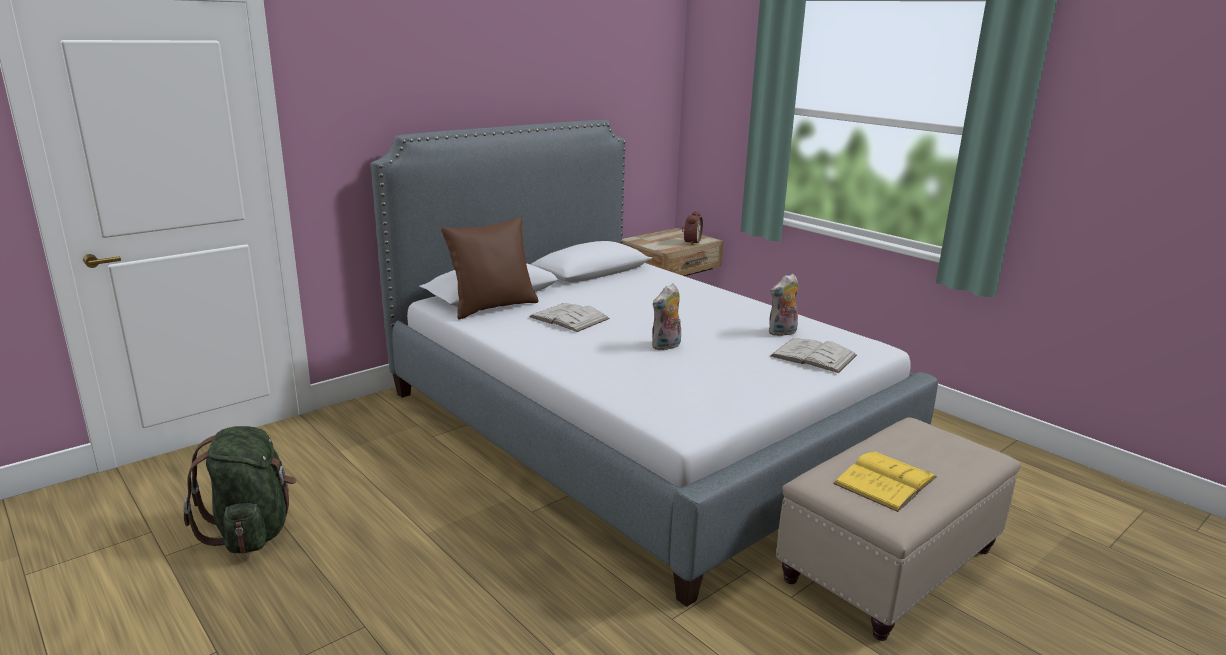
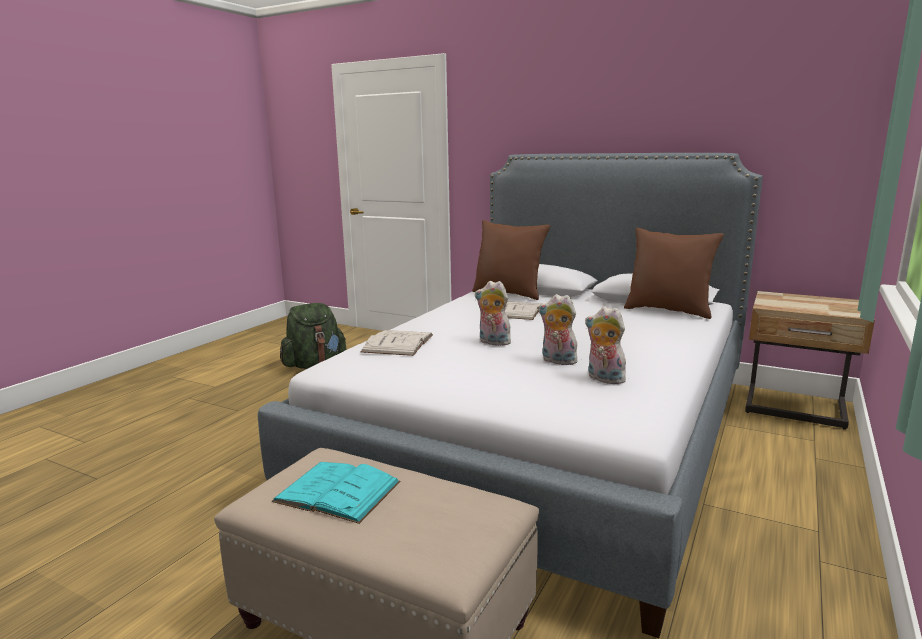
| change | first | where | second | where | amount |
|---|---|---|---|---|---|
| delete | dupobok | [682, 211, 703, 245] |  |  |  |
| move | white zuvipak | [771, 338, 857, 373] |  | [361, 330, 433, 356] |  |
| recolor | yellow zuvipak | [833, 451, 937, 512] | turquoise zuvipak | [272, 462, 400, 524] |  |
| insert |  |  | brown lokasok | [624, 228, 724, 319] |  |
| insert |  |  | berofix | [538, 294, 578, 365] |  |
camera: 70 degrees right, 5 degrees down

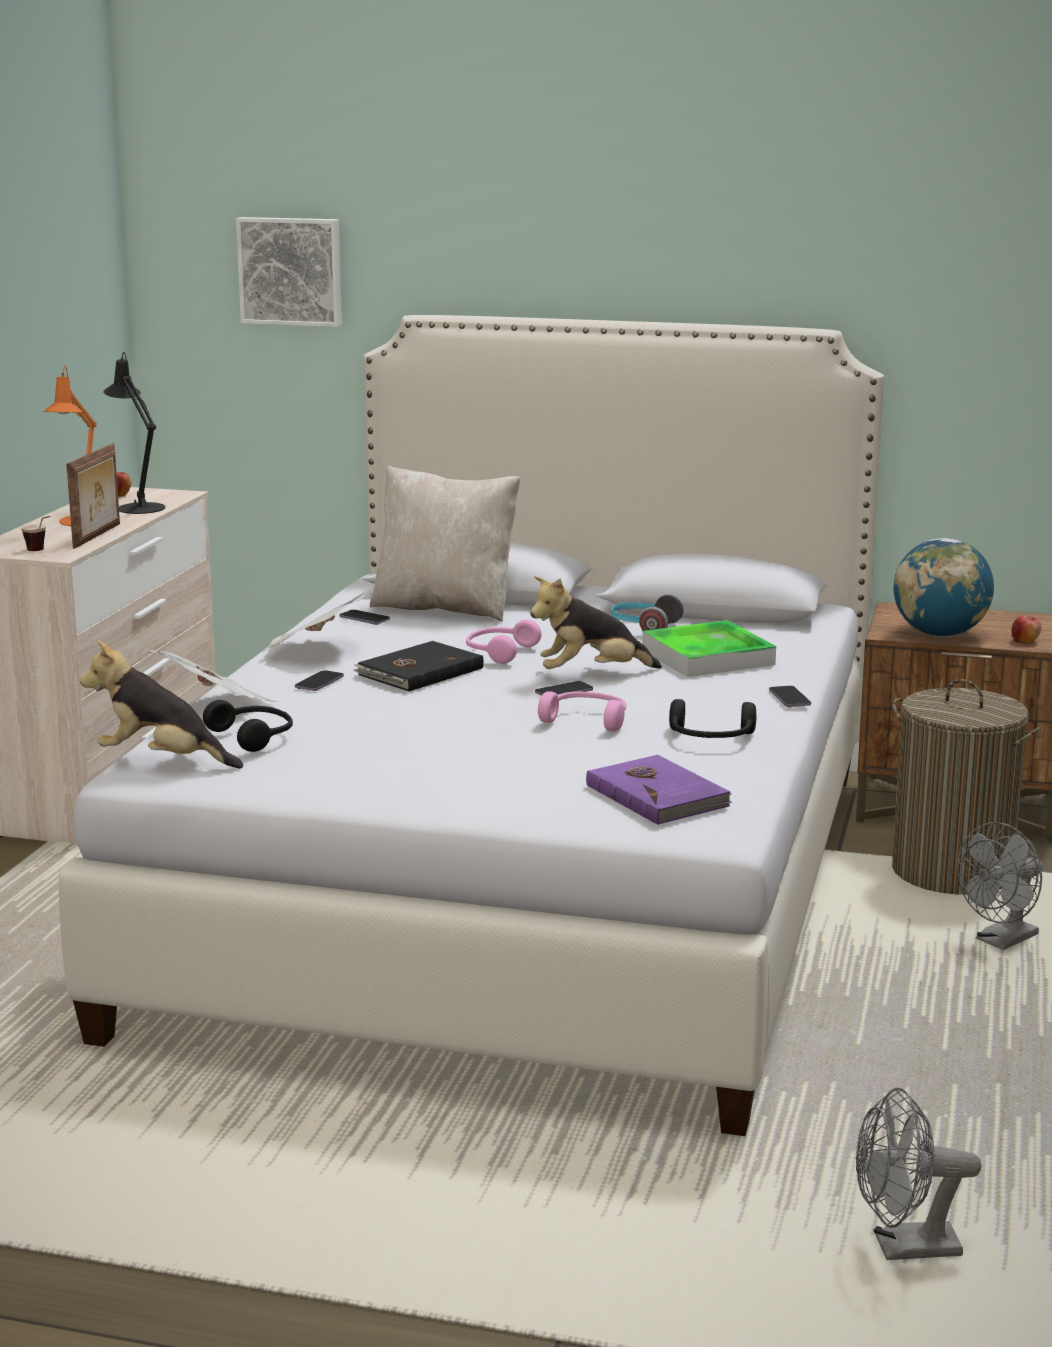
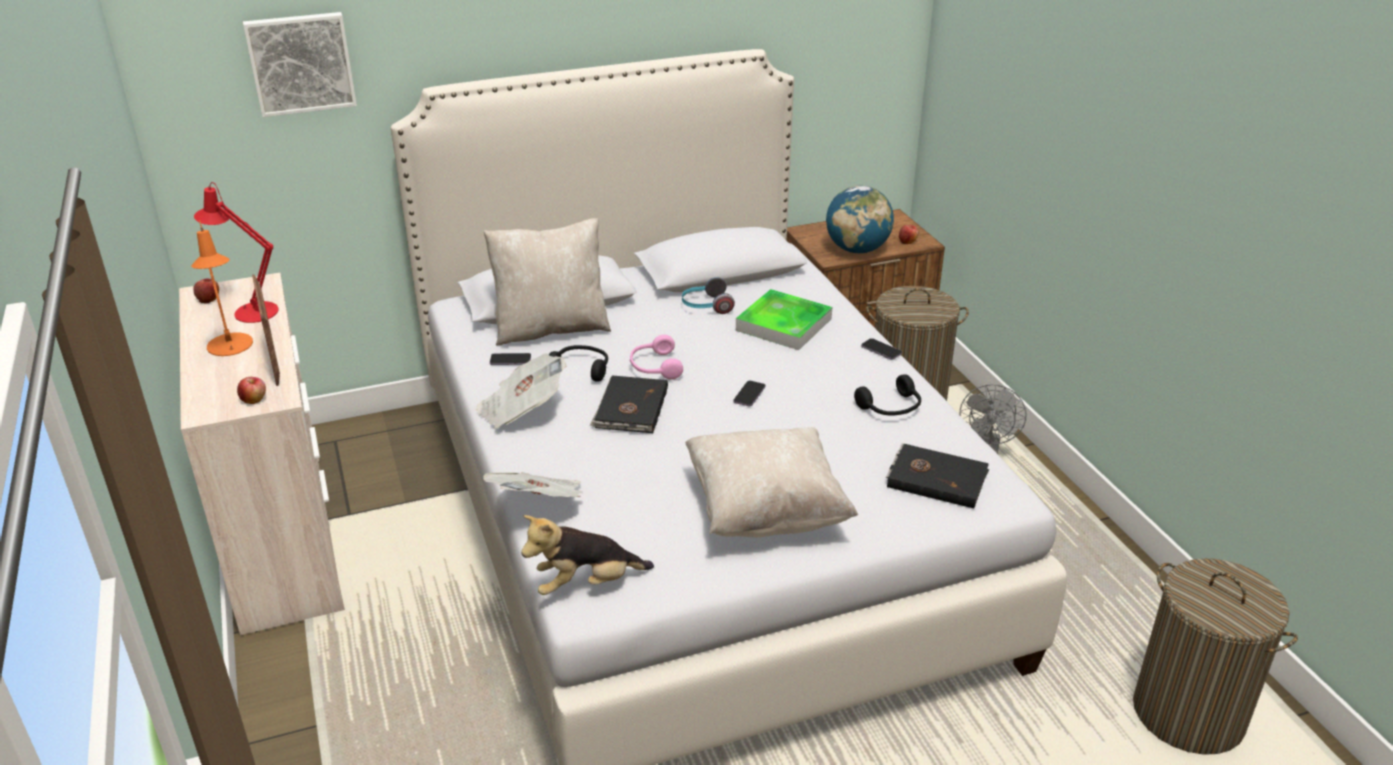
| change | first | where | second | where | amount |
|---|---|---|---|---|---|
| recolor | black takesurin | [103, 352, 165, 514] | red takesurin | [194, 182, 279, 323] |  |
| replace | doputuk | [21, 516, 50, 551] | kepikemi | [237, 377, 266, 404] |  |
| delete | berofix | [530, 576, 662, 669] |  |  |  |
| delete | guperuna | [295, 670, 344, 691] |  |  |  |
| delete | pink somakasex | [538, 691, 626, 732] |  |  |  |
| move | black somakasex | [203, 700, 293, 752] |  | [549, 345, 608, 382] |  |
| recolor | purple zuvipak | [586, 755, 732, 825] | black zuvipak | [886, 443, 989, 508] |  |
| replace | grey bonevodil | [856, 1087, 981, 1260] | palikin | [1133, 558, 1298, 755] |  |
| insert |  |  | beige lokasok | [685, 427, 858, 537] |  |
camera: 35 degrees left, 15 degrees up

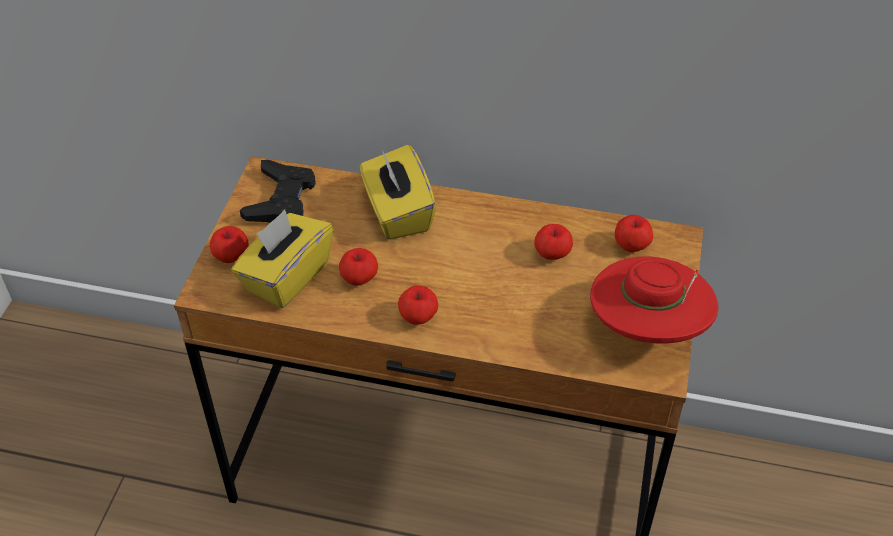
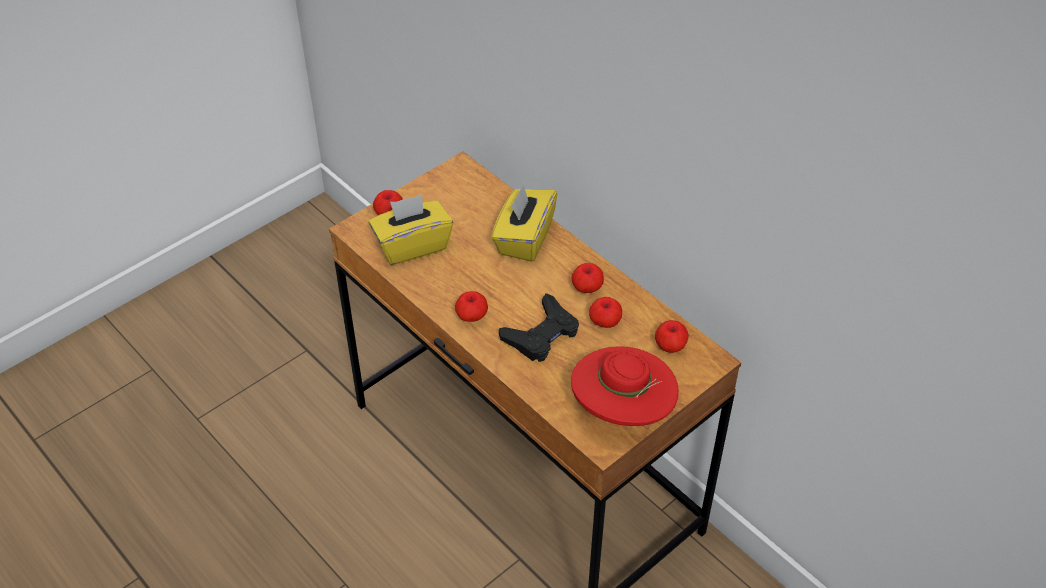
| change | first | where | second | where | amount |
|---|---|---|---|---|---|
| move | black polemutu | [240, 160, 316, 223] |  | [499, 293, 579, 362] |  |
| move | kepikemi | [339, 248, 378, 286] |  | [572, 263, 604, 293] |  |
camera: 35 degrees right, 0 degrees up

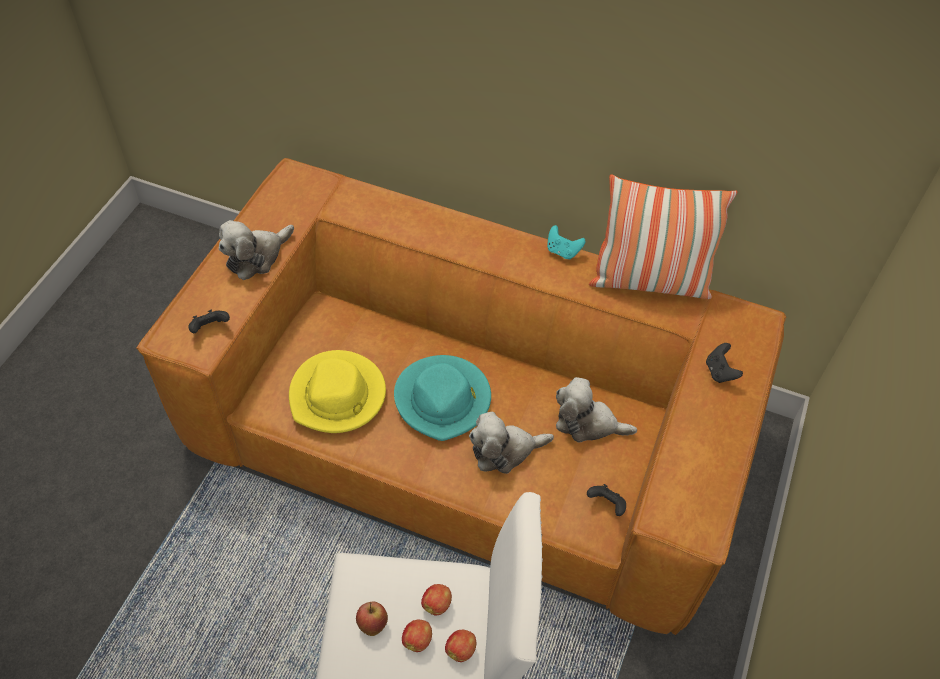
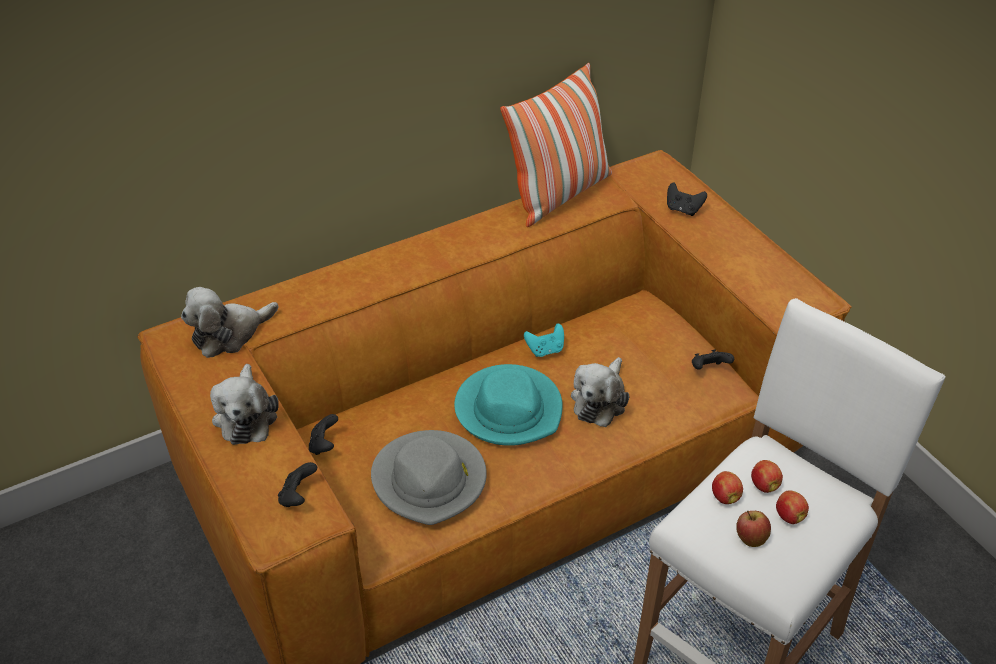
| change | first | where | second | where | amount |
|---|---|---|---|---|---|
| move | turquoise polemutu | [547, 225, 586, 259] |  | [524, 323, 564, 357] |  |
| recolor | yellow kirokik | [289, 350, 386, 433] | grey kirokik | [371, 430, 487, 525] |  |
| move | berofix | [556, 377, 637, 443] |  | [181, 287, 278, 358] |  |
| move | kepikemi | [445, 630, 476, 662] |  | [712, 471, 743, 504] |  |
| insert |  |  | black polemutu | [309, 414, 338, 455] |  |
camera: 50 degrees left, 10 degrees down

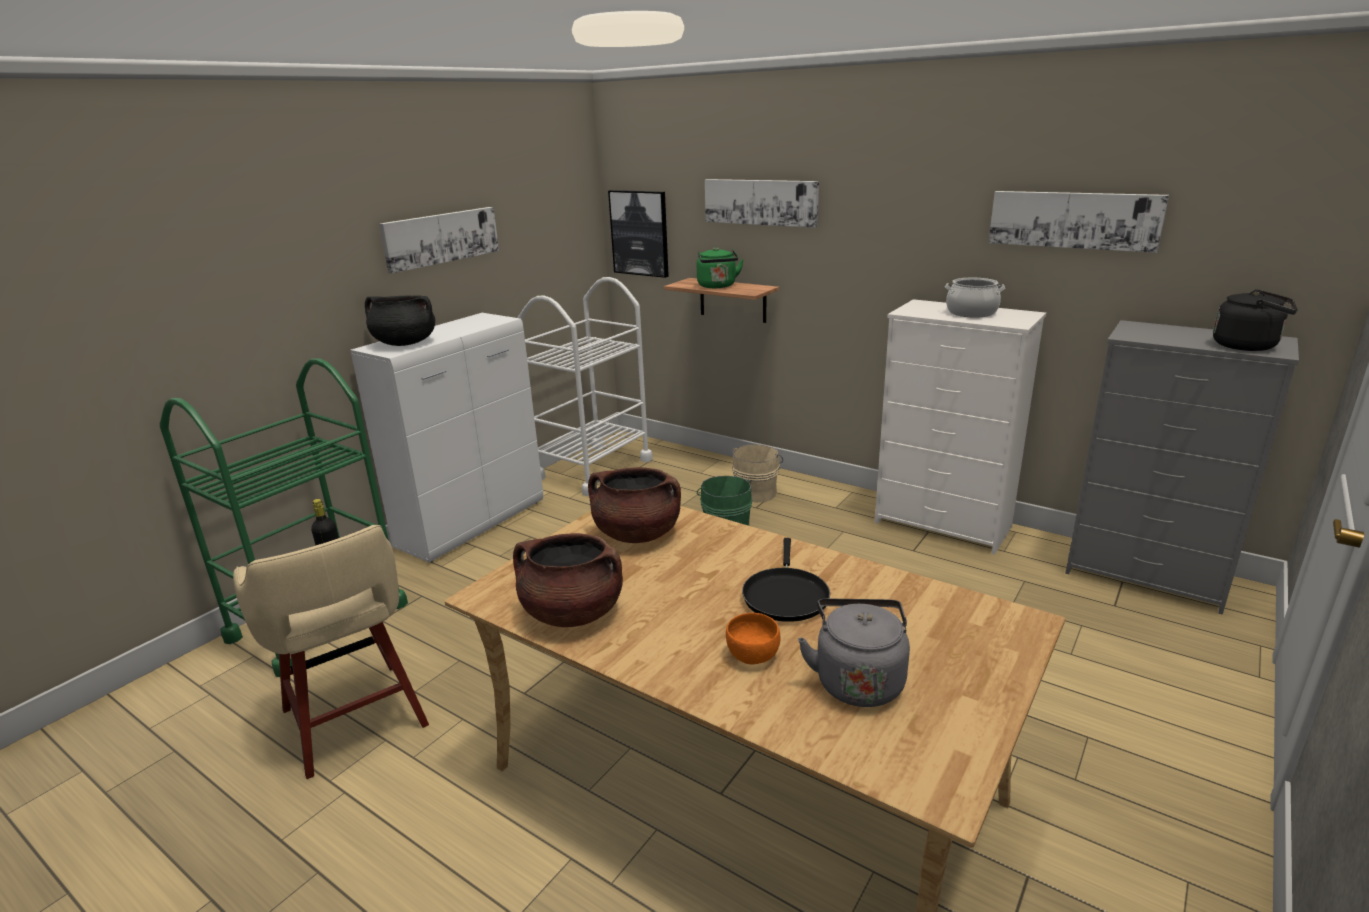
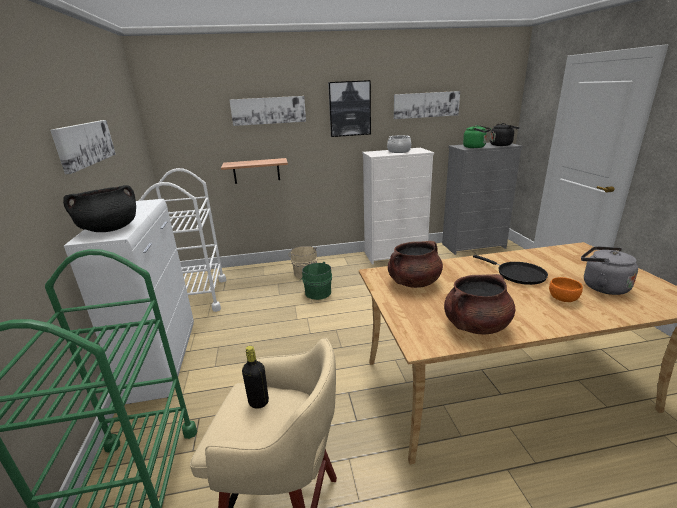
| change | first | where | second | where | amount |
|---|---|---|---|---|---|
| move | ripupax | [608, 190, 669, 278] |  | [328, 80, 371, 137] |  |
| move | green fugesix | [697, 247, 744, 288] |  | [463, 125, 491, 148] |  |
camera: 45 degrees left, 0 degrees up

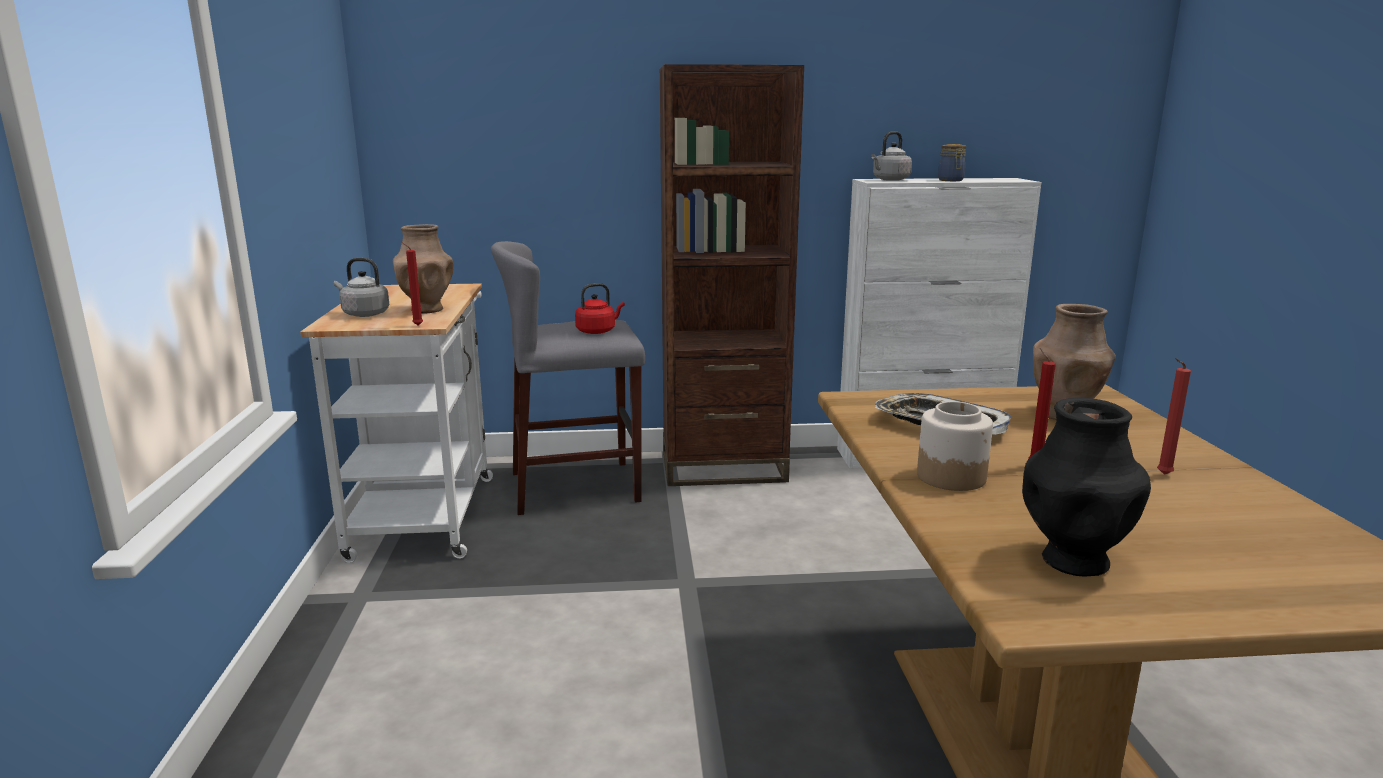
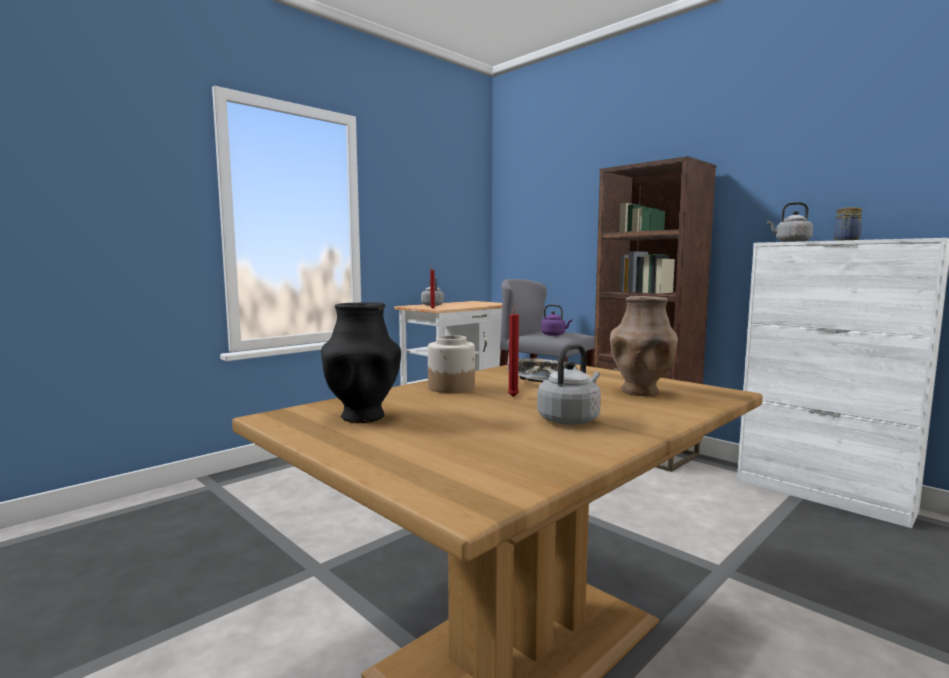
| change | first | where | second | where | amount |
|---|---|---|---|---|---|
| delete | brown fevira | [393, 224, 453, 313] |  |  |  |
| recolor | red fugesix | [575, 283, 625, 334] | purple fugesix | [541, 304, 572, 336] |  |
| replace | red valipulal | [1157, 358, 1191, 475] | grey fugesix | [537, 344, 601, 425] |  |
camera: 50 degrees right, 10 degrees down

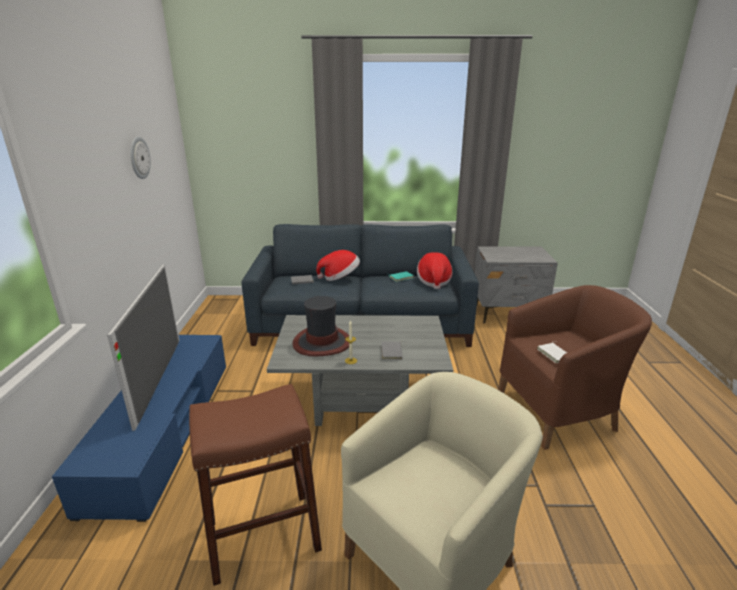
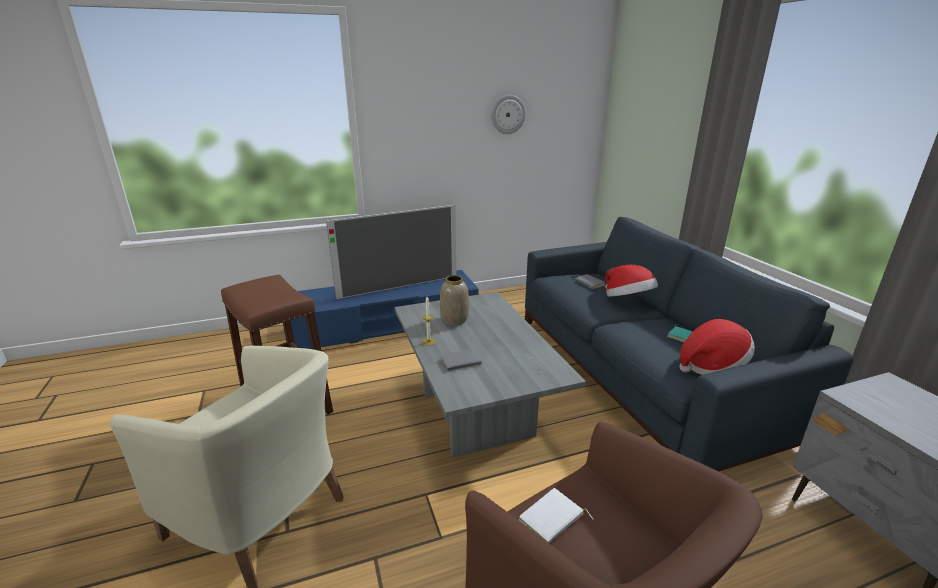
| change | first | where | second | where | amount |
|---|---|---|---|---|---|
| replace | kirokik | [293, 296, 349, 356] | fevira | [440, 275, 469, 325] |  |
camera: 70 degrees right, 0 degrees up

